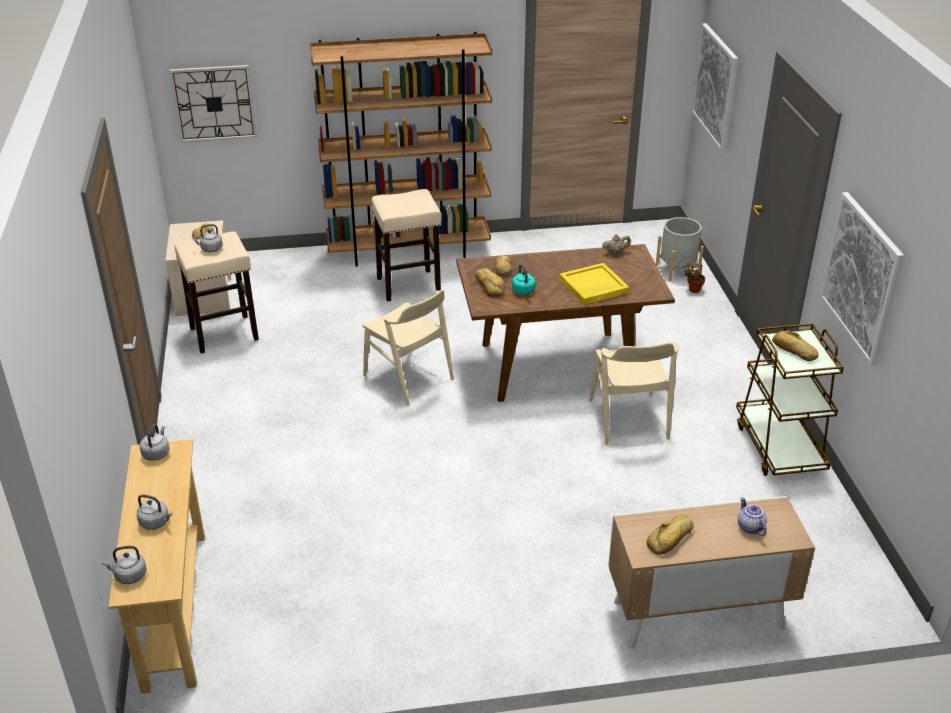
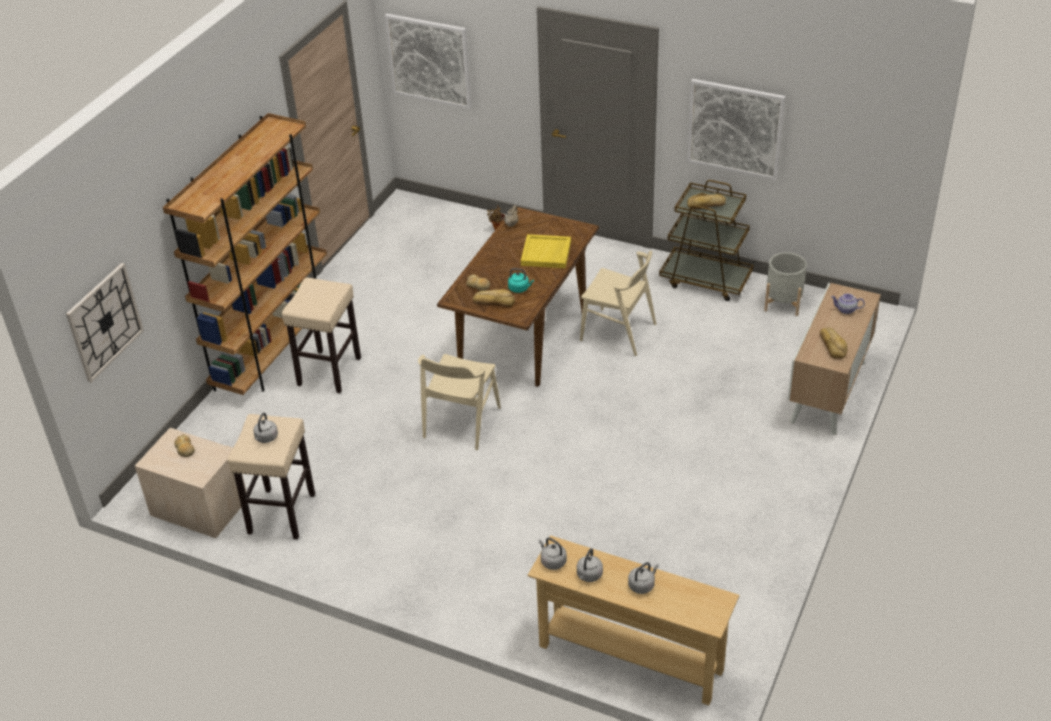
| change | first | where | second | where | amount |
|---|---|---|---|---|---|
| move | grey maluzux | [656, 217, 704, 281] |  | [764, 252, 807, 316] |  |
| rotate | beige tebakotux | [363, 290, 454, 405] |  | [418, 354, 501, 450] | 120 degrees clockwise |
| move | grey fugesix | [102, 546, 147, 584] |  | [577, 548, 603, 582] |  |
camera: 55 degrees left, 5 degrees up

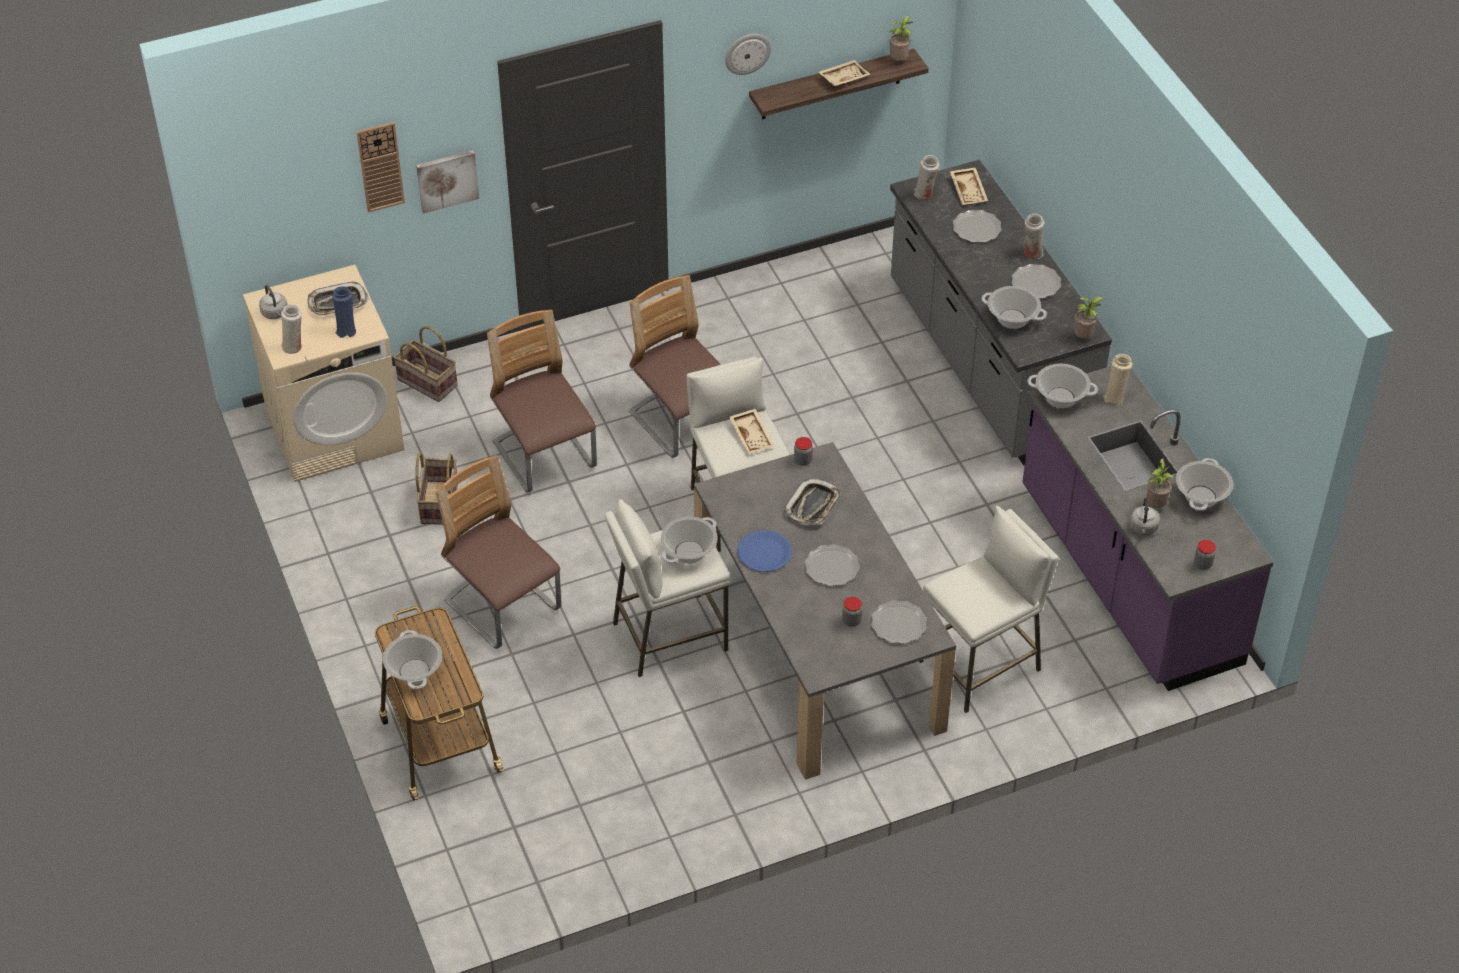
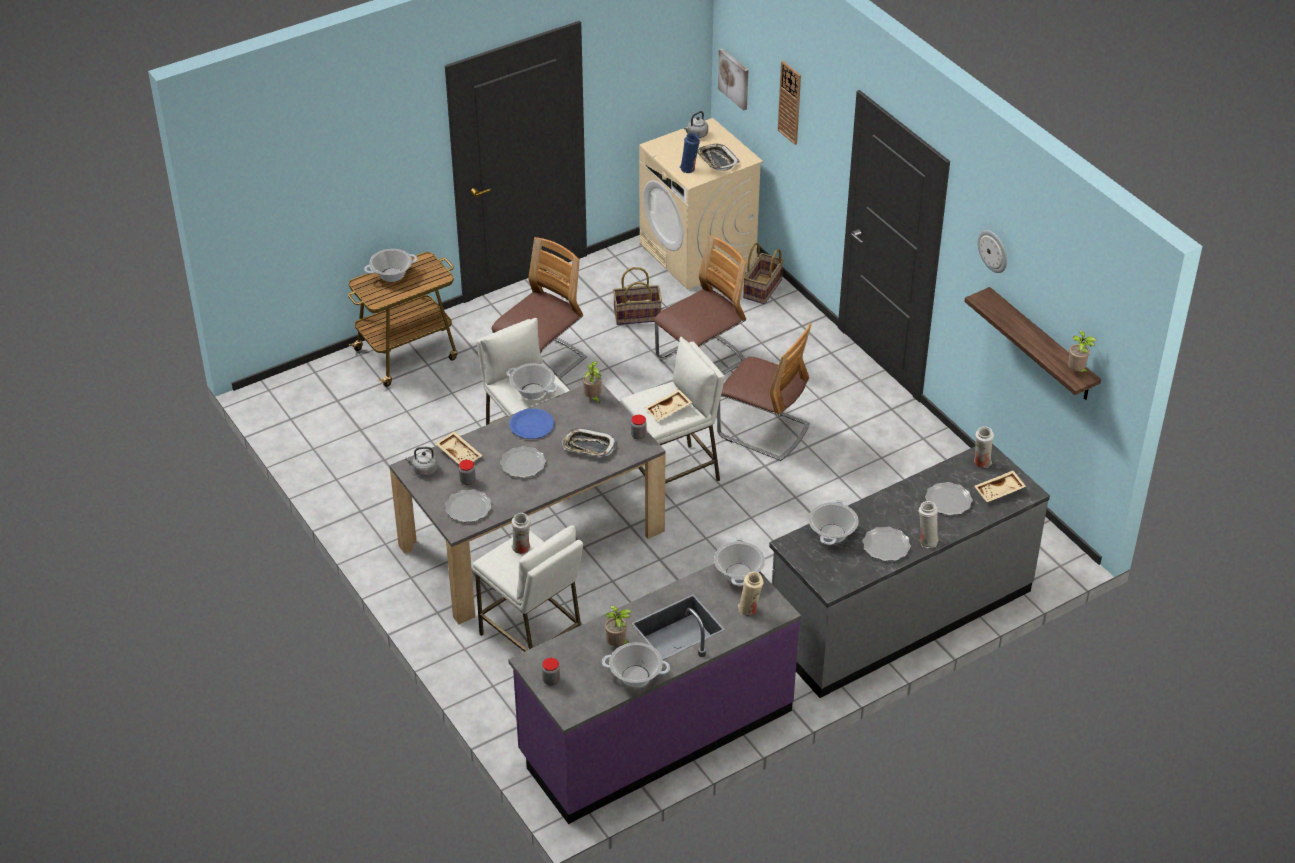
| change | first | where | second | where | amount |
|---|---|---|---|---|---|
| move | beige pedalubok | [818, 60, 871, 86] |  | [435, 431, 483, 464] |  |
| move | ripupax | [416, 150, 479, 214] |  | [718, 49, 748, 111] |  |
| rotate | tebakotux | [629, 275, 721, 458] |  | [717, 323, 812, 461] | 75 degrees clockwise |
| move | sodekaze | [1074, 297, 1103, 339] |  | [582, 361, 602, 404] |  |
| move | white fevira | [281, 304, 302, 354] |  | [511, 513, 531, 554] |  |
| move | grey fugesix | [1129, 498, 1160, 535] |  | [405, 447, 438, 476] |  |
camera: 80 degrees right, 5 degrees down

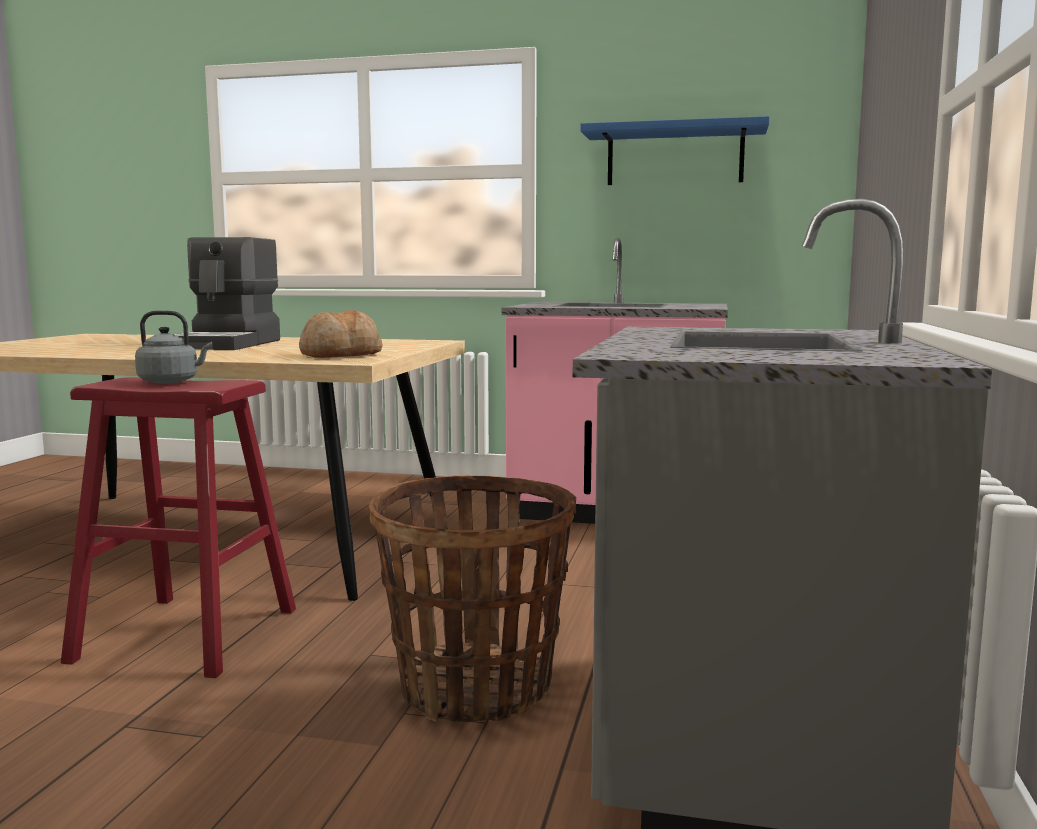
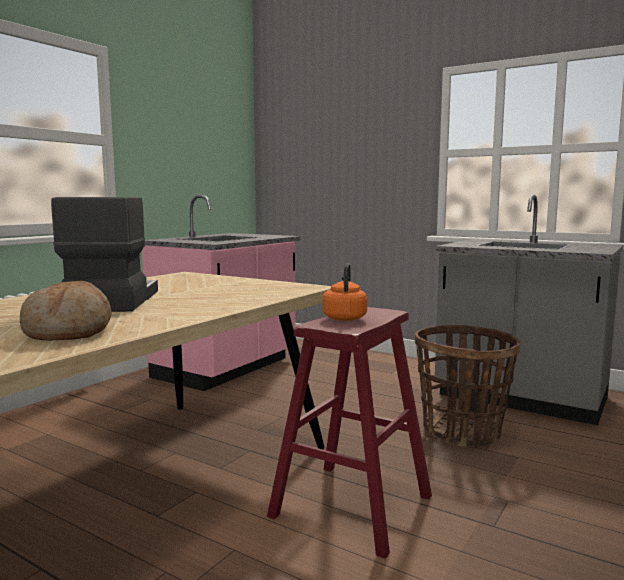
| change | first | where | second | where | amount |
|---|---|---|---|---|---|
| delete | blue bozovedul | [580, 116, 769, 185] |  |  |  |
| rotate | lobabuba | [173, 237, 280, 350] |  | [51, 197, 158, 312] | 120 degrees counterclockwise |
| recolor | grey fugesix | [135, 310, 212, 384] | orange fugesix | [323, 263, 367, 321] |  |
| move | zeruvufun | [299, 310, 383, 358] |  | [20, 281, 112, 341] |  |
camera: 70 degrees left, 0 degrees up

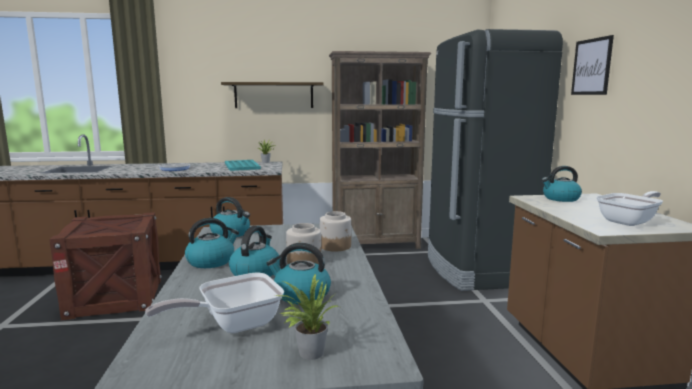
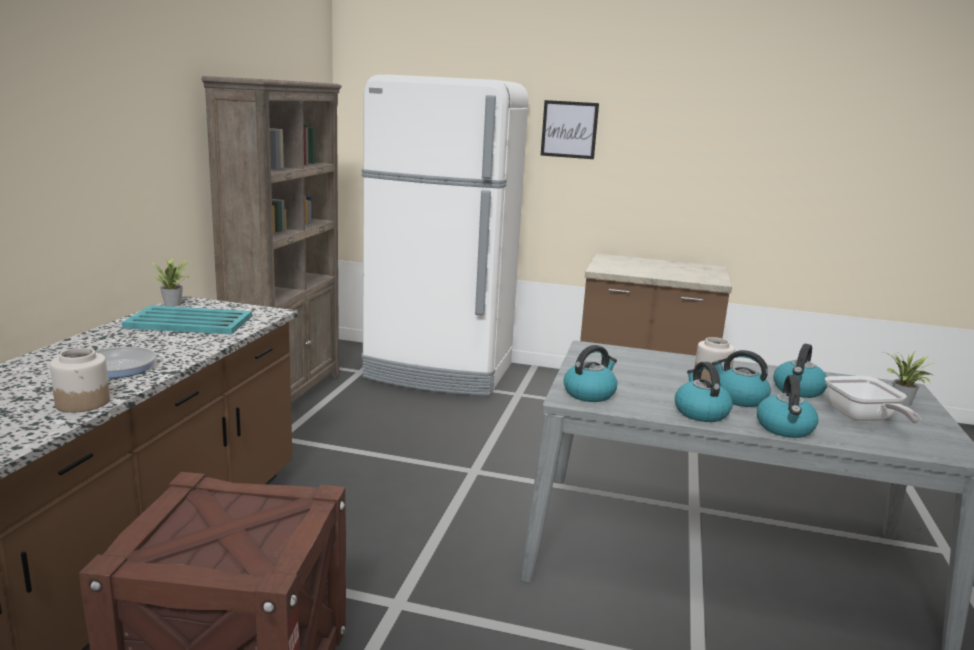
| change | first | where | second | where | amount |
|---|---|---|---|---|---|
| recolor | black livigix | [428, 29, 563, 291] | white livigix | [361, 74, 528, 396] |  |
| delete | bozovedul | [221, 82, 324, 108] |  |  |  |
| move | fugesix | [542, 166, 582, 202] |  | [757, 375, 819, 438] |  |
| delete | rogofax | [596, 191, 663, 226] |  |  |  |
| move | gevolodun | [320, 211, 351, 252] |  | [50, 348, 110, 412] |  |
camera: 70 degrees left, 5 degrees up

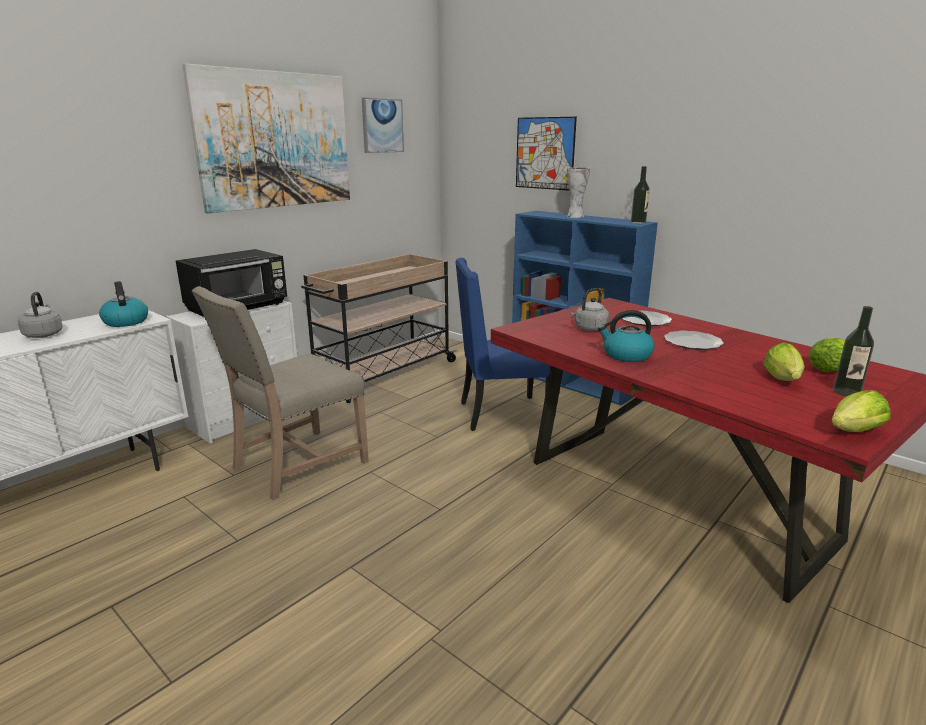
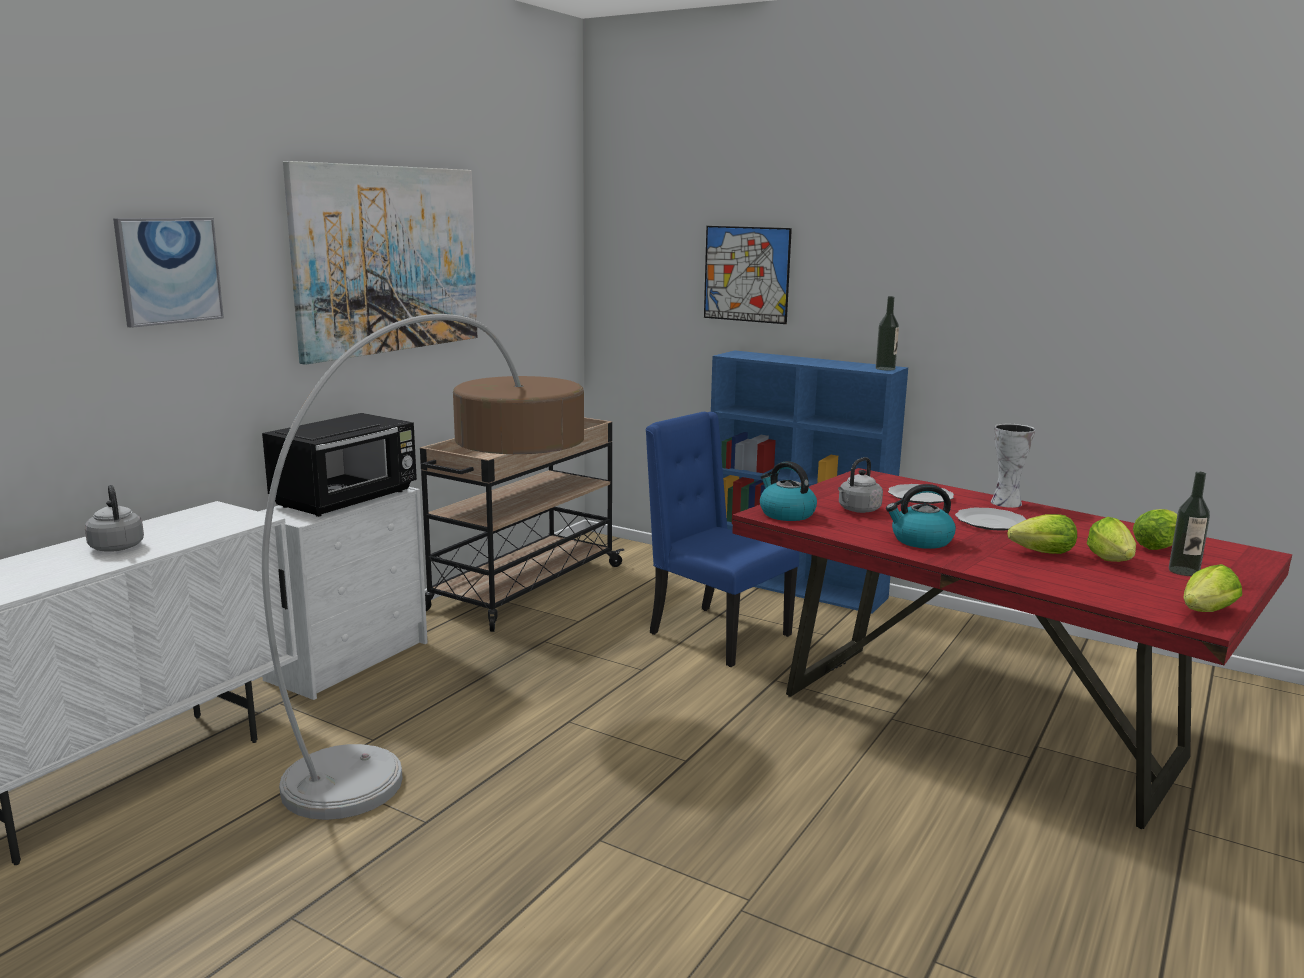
| change | first | where | second | where | amount |
|---|---|---|---|---|---|
| move | ripupax | [362, 98, 404, 153] |  | [113, 218, 224, 328] |  |
| move | fevira | [566, 167, 591, 218] |  | [991, 424, 1036, 508] |  |
| rotate | blue tebakotux | [455, 258, 550, 431] |  | [646, 412, 799, 667] | 60 degrees clockwise |
| move | fugesix | [99, 281, 148, 327] |  | [760, 461, 817, 521] |  |
| replace | beige tebakotux | [192, 286, 369, 500] | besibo | [262, 314, 584, 820] |  |
| insert |  |  | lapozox | [1008, 514, 1077, 554] |  |
camera: 10 degrees left, 5 degrees down

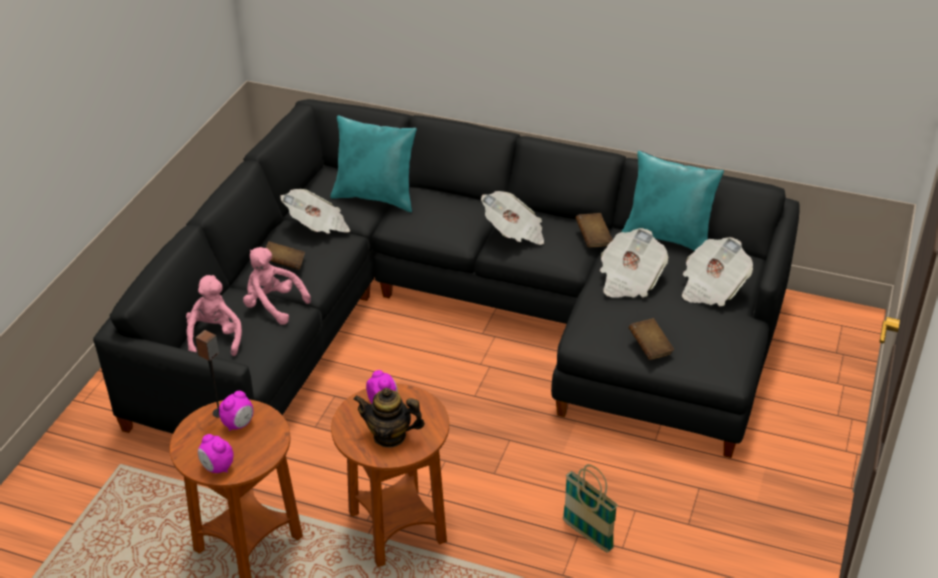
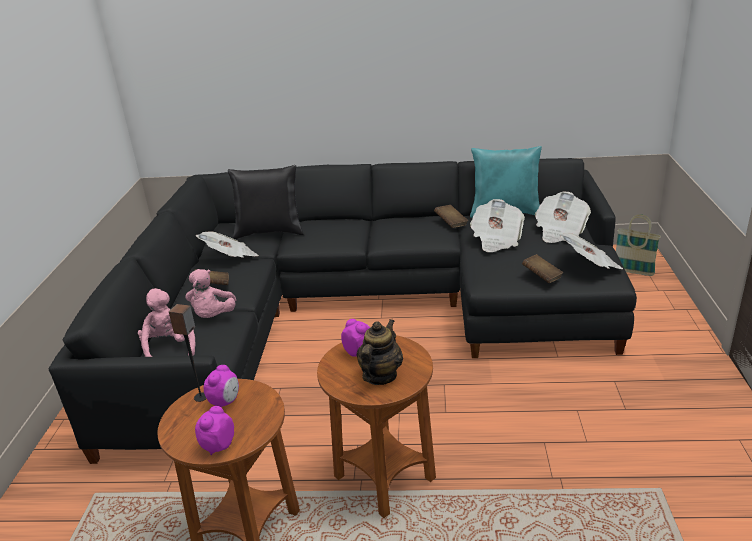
| change | first | where | second | where | amount |
|---|---|---|---|---|---|
| recolor | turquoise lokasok | [330, 115, 417, 212] | black lokasok | [228, 165, 304, 239] |  |
| move | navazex | [481, 191, 544, 245] |  | [560, 233, 623, 269] |  |
| rotate | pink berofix | [243, 247, 311, 325] |  | [185, 269, 236, 318] | 105 degrees counterclockwise |
| rotate | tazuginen | [353, 388, 425, 448] |  | [357, 319, 403, 385] | 120 degrees clockwise |
| rotate | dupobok | [198, 434, 234, 473] |  | [195, 406, 234, 455] | 90 degrees clockwise |
| move | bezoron | [562, 464, 618, 552] |  | [616, 214, 661, 276] |  |
camera: 15 degrees left, 10 degrees down

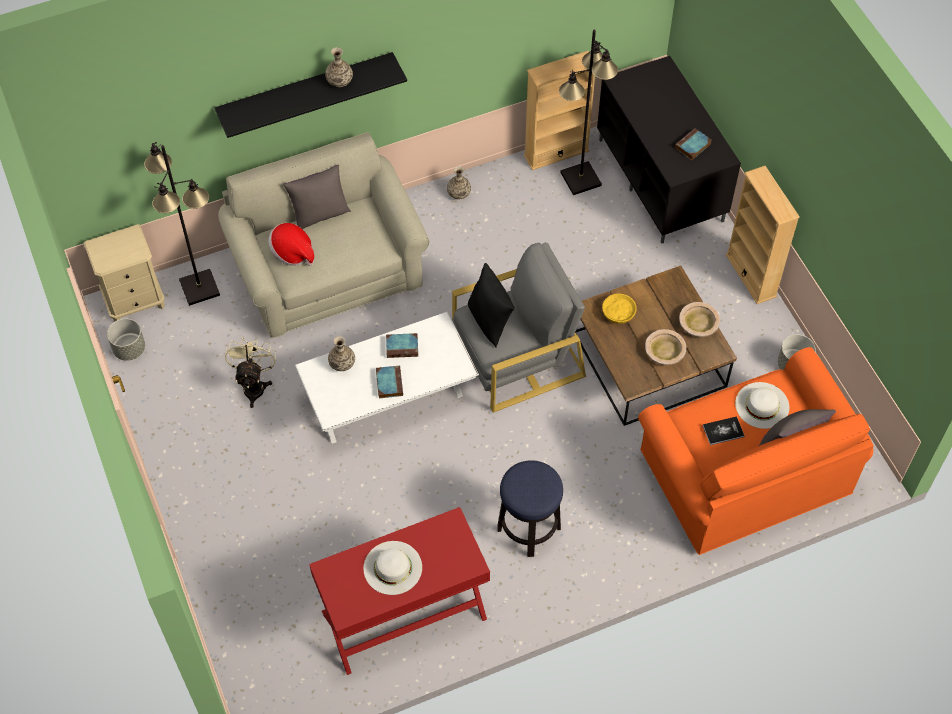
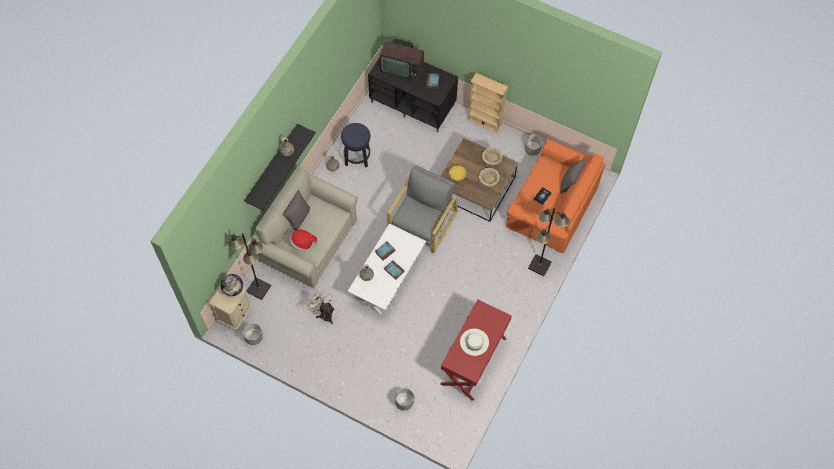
| change | first | where | second | where | amount |
|---|---|---|---|---|---|
| move | black besibo | [559, 30, 618, 195] |  | [528, 208, 569, 276] |  |
| delete | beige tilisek | [524, 51, 595, 170] |  |  |  |
| delete | black lokasok | [468, 263, 515, 348] |  |  |  |
| delete | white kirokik | [735, 382, 789, 429] |  |  |  |
| move | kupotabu | [497, 460, 563, 557] |  | [341, 123, 370, 168] |  |
| insert |  |  | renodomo | [380, 39, 424, 81] |  |
| insert |  |  | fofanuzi | [221, 274, 243, 296] |  |
| insert |  |  | grey maluzux | [395, 388, 414, 410] |  |
camera: 40 degrees left, 5 degrees up

